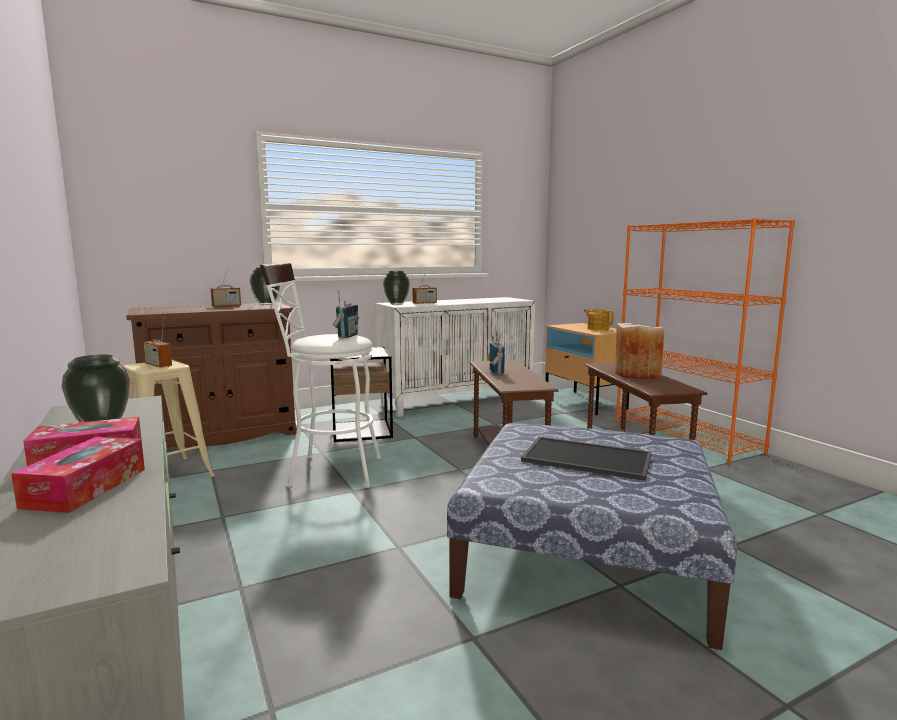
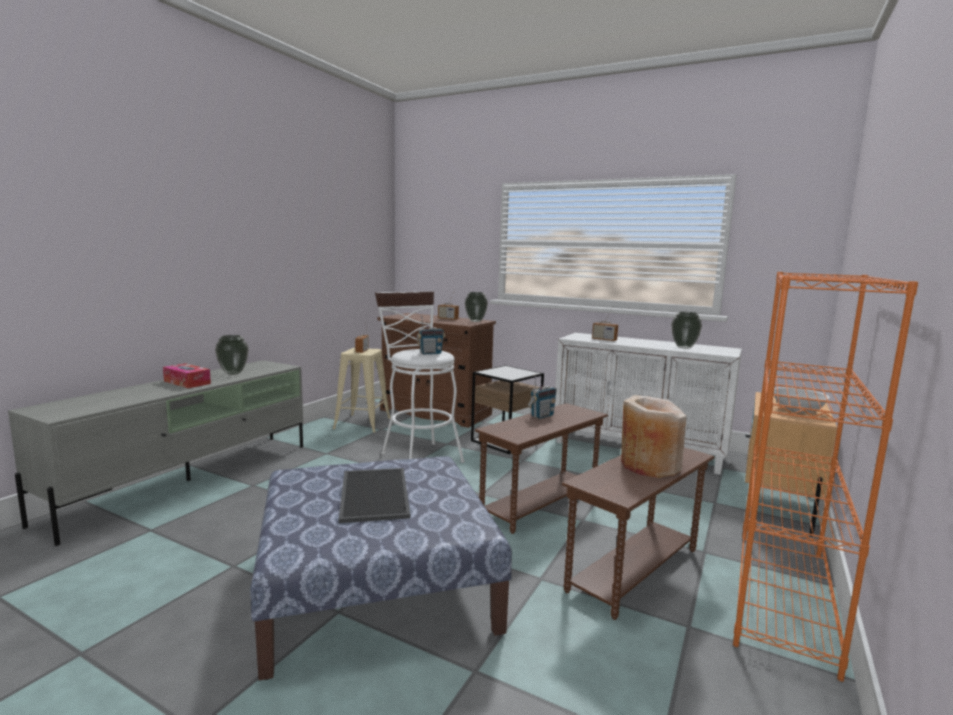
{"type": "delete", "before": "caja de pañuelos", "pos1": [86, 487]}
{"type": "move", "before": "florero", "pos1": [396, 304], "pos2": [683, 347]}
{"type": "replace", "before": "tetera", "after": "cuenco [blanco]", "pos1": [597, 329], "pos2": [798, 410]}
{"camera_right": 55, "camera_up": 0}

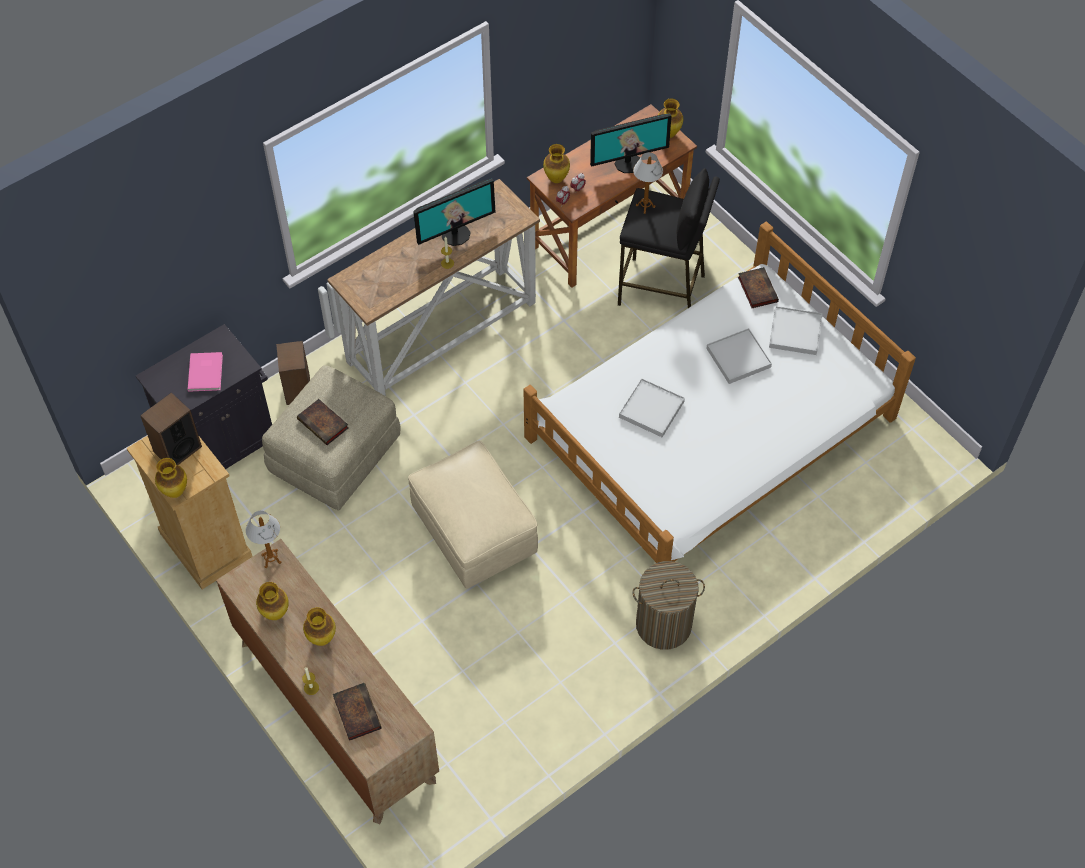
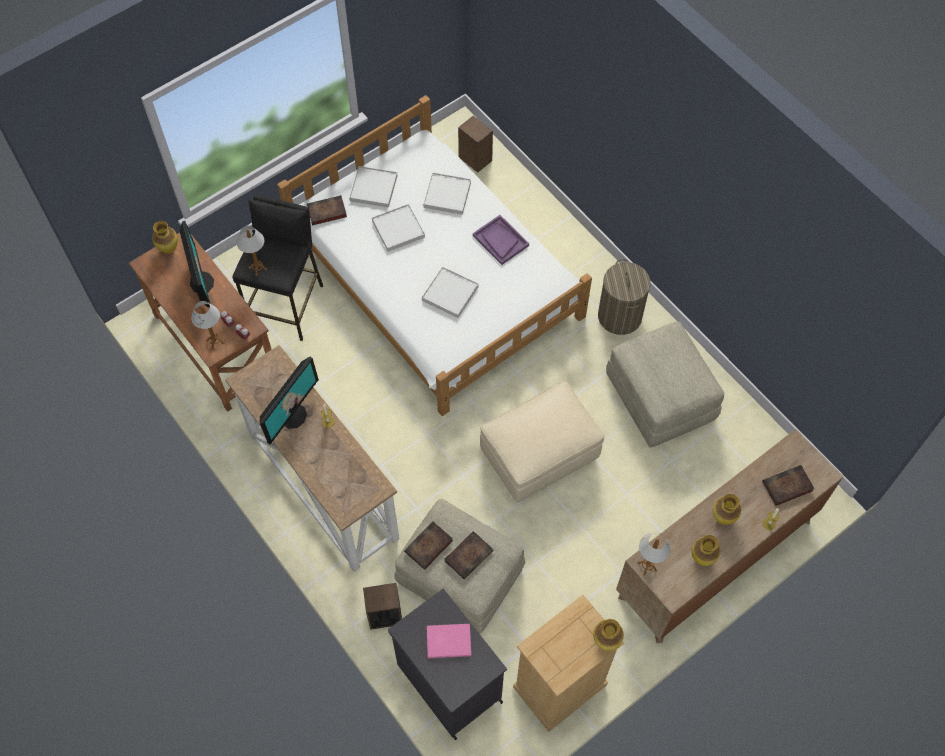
{"type": "insert", "after": "libro", "pos2": [428, 547]}
{"type": "insert", "after": "bandeja [blanco]", "pos2": [447, 195]}
{"type": "insert", "after": "bandeja [morado]", "pos2": [500, 240]}
{"type": "insert", "after": "puf [beis]", "pos2": [661, 397]}
{"type": "move", "before": "altavoz", "pos1": [177, 449], "pos2": [475, 159]}
{"type": "replace", "before": "florero", "after": "lámpara de mesa", "pos1": [556, 179], "pos2": [215, 342]}
{"type": "rotate", "before": "monitor", "pos1": [455, 234], "pos2": [293, 415], "turn": 60}
{"camera_right": -90, "camera_up": 5}

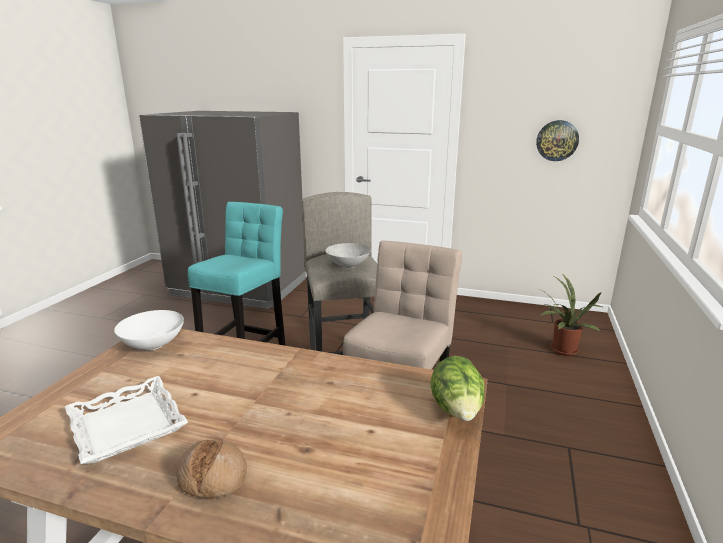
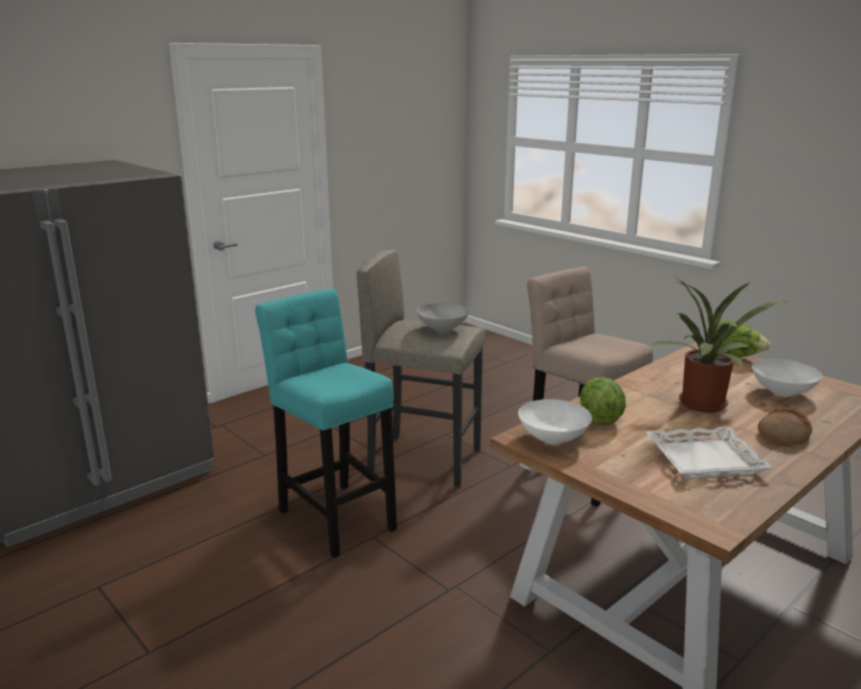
{"type": "delete", "before": "reloj de pared", "pos1": [557, 140]}
{"type": "insert", "after": "lechuga", "pos2": [599, 418]}
{"type": "insert", "after": "cuenco [blanco]", "pos2": [782, 392]}
{"type": "move", "before": "planta en maceta", "pos1": [561, 350], "pos2": [703, 406]}
{"camera_right": -60, "camera_up": 0}

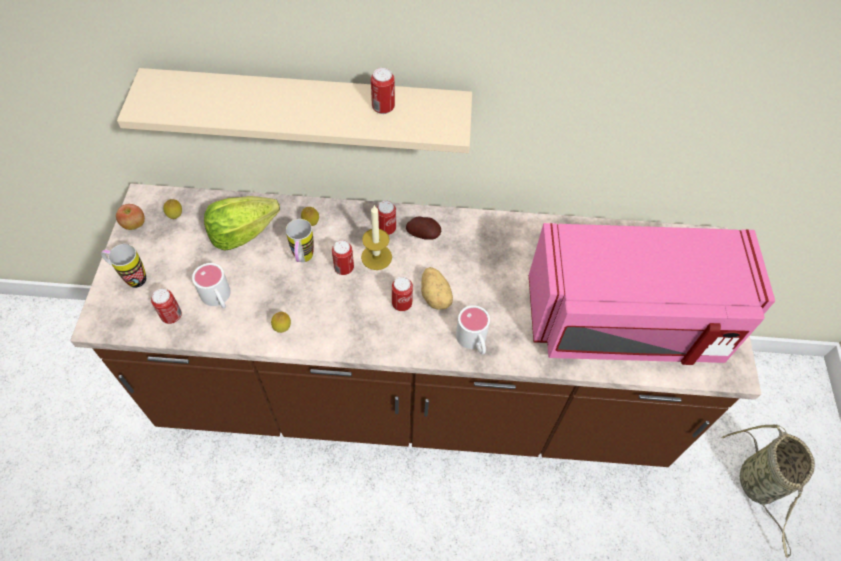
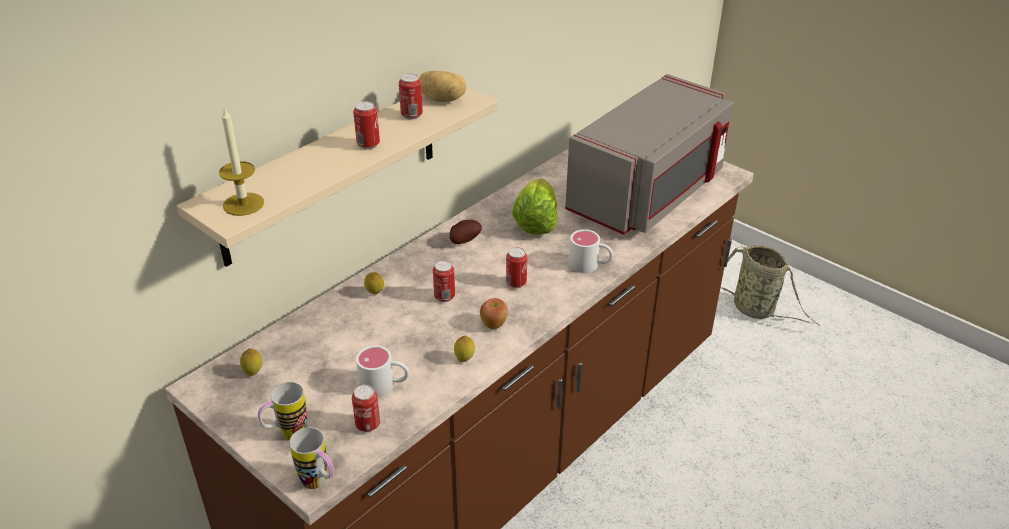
{"type": "move", "before": "manzana", "pos1": [134, 225], "pos2": [494, 324]}
{"type": "move", "before": "lechuga", "pos1": [242, 233], "pos2": [536, 222]}
{"type": "move", "before": "taza grande", "pos1": [303, 260], "pos2": [319, 484]}
{"type": "move", "before": "vela", "pos1": [376, 257], "pos2": [243, 204]}
{"type": "move", "before": "lata", "pos1": [386, 229], "pos2": [368, 145]}
{"type": "move", "before": "patata", "pos1": [436, 296], "pos2": [443, 99]}
{"type": "recolor", "before": "microondas [rosa]", "after": "microondas [gris]", "pos1": [627, 323], "pos2": [649, 193]}
{"camera_right": -50, "camera_up": -20}

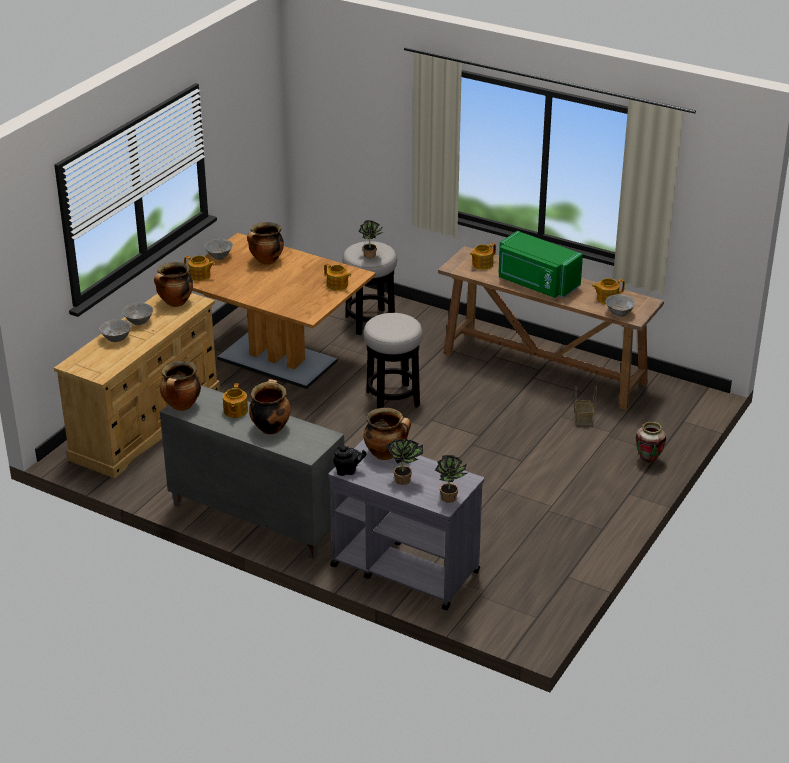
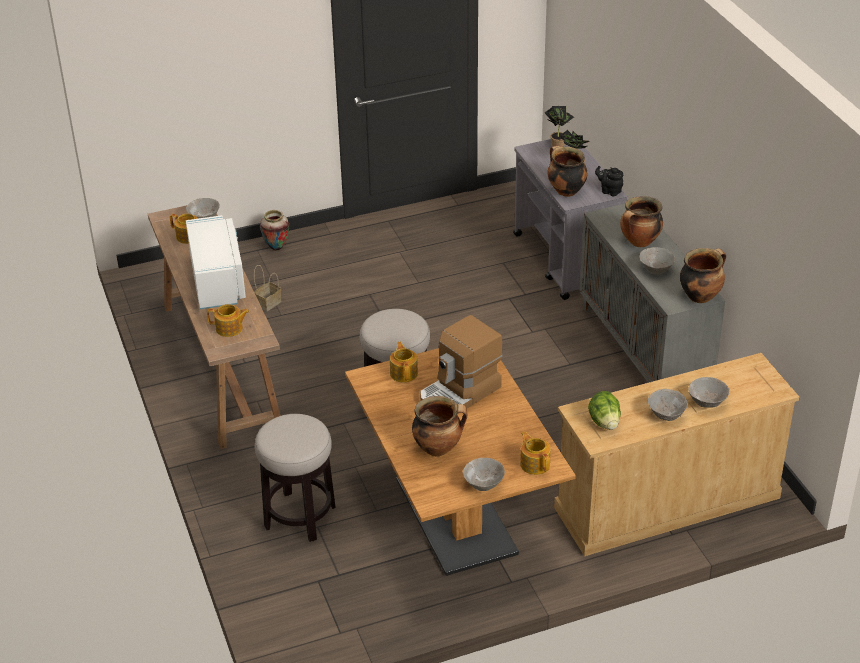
{"type": "delete", "before": "planta en maceta", "pos1": [371, 255]}
{"type": "insert", "after": "cafetera", "pos2": [460, 393]}
{"type": "replace", "before": "olla", "after": "lechuga", "pos1": [175, 303], "pos2": [604, 422]}
{"type": "replace", "before": "tetera", "after": "cuenco [gris]", "pos1": [235, 411], "pos2": [656, 270]}
{"type": "recolor", "before": "microondas [verde]", "after": "microondas [blanco]", "pos1": [536, 283], "pos2": [218, 281]}
{"camera_right": -140, "camera_up": 5}

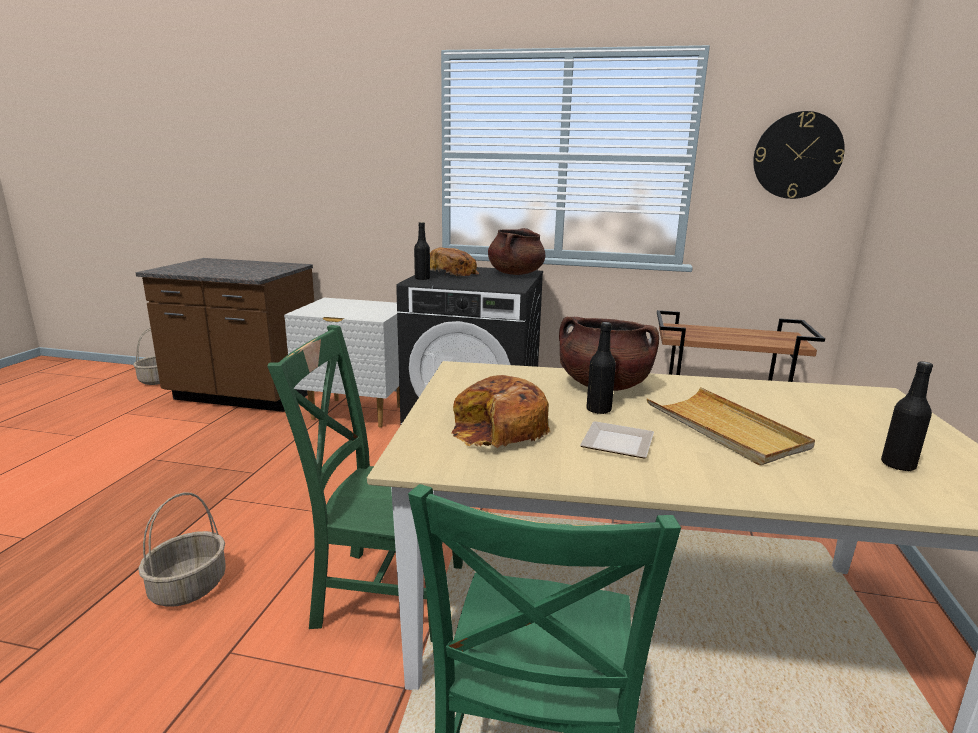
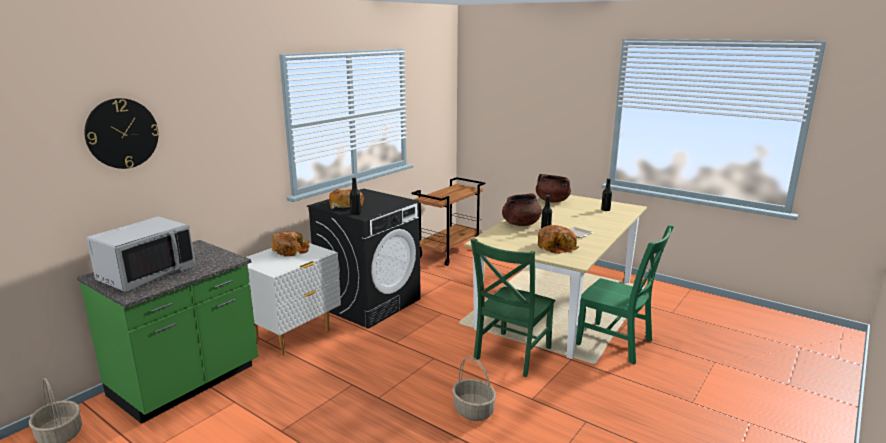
{"type": "delete", "before": "bandeja [beis]", "pos1": [725, 429]}
{"type": "insert", "after": "microondas [gris]", "pos2": [146, 274]}
{"type": "insert", "after": "pan", "pos2": [290, 250]}
{"type": "move", "before": "olla [marrón]", "pos1": [516, 274], "pos2": [552, 201]}
{"type": "move", "before": "reloj de pared", "pos1": [797, 155], "pos2": [122, 133]}
{"type": "recolor", "before": "mueble bajo de cocina [marrón]", "after": "mueble bajo de cocina [verde]", "pos1": [244, 395], "pos2": [186, 382]}
{"camera_right": -65, "camera_up": 0}

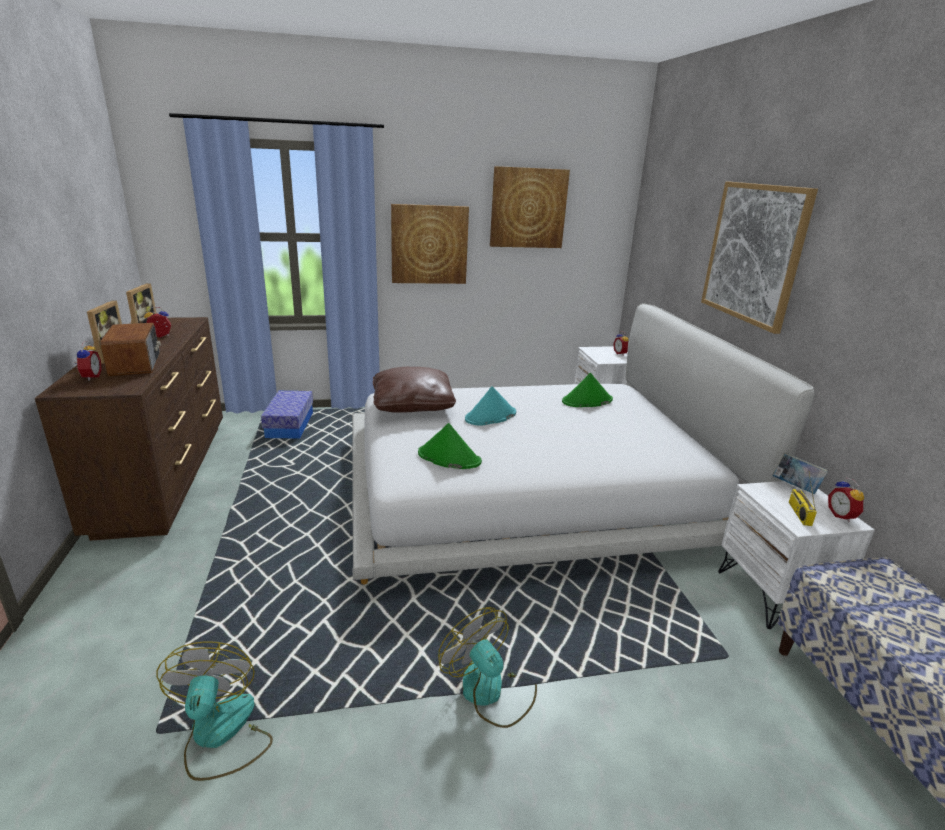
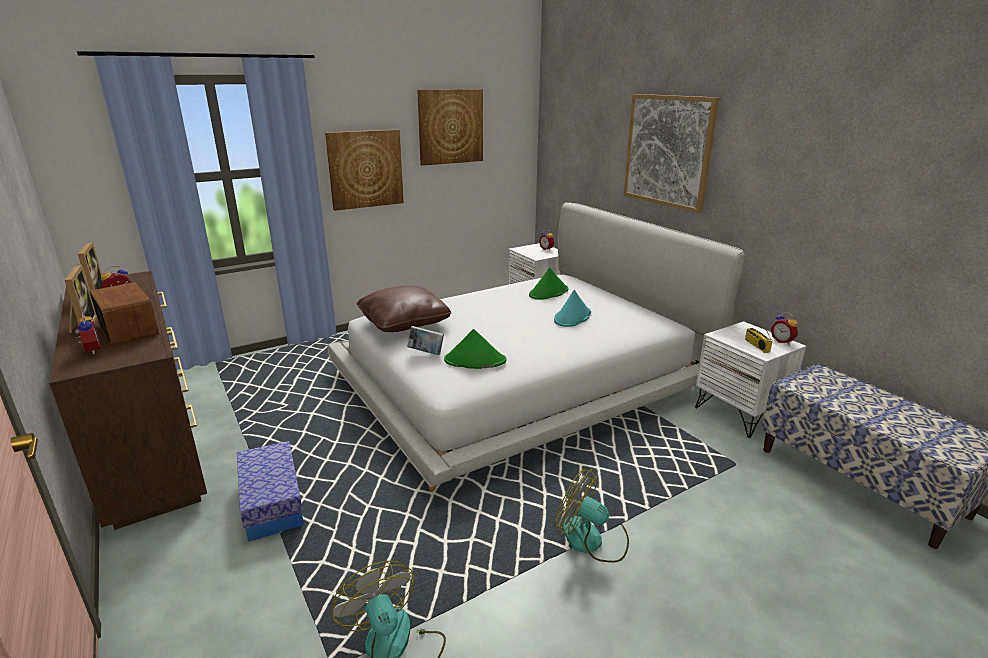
{"type": "move", "before": "caja de almacenaje", "pos1": [290, 425], "pos2": [272, 502]}
{"type": "move", "before": "sombrero [turquesa]", "pos1": [490, 416], "pos2": [572, 317]}
{"type": "move", "before": "libro", "pos1": [795, 487], "pos2": [426, 353]}
{"camera_right": -20, "camera_up": 0}

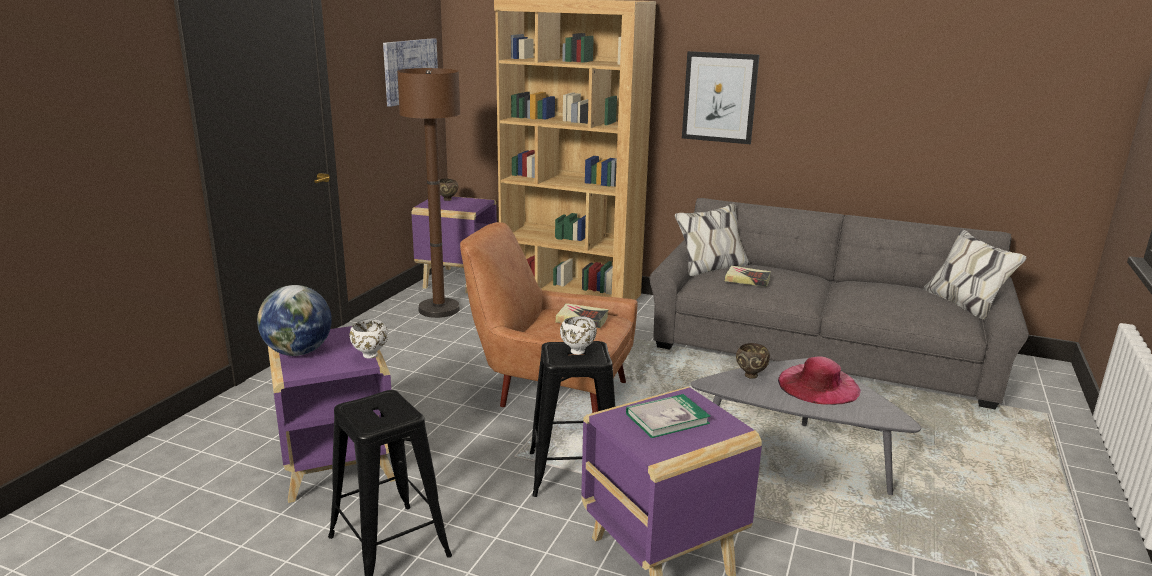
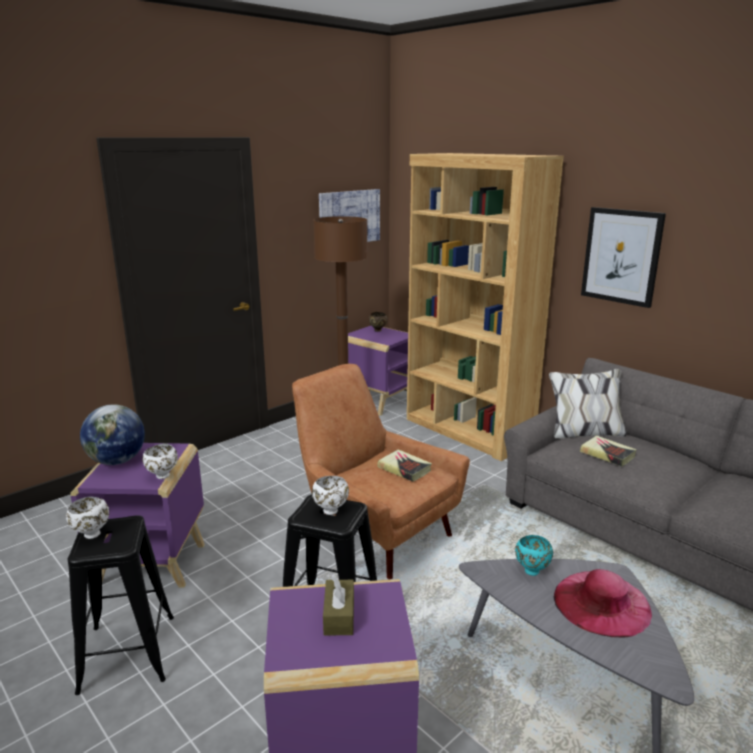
{"type": "insert", "after": "cuenco [blanco]", "pos2": [91, 534]}
{"type": "replace", "before": "libro", "after": "caja de pañuelos [marrón]", "pos1": [667, 418], "pos2": [339, 616]}
{"type": "recolor", "before": "cuenco [marrón]", "after": "cuenco [turquesa]", "pos1": [750, 375], "pos2": [532, 570]}
{"camera_right": 25, "camera_up": 0}

